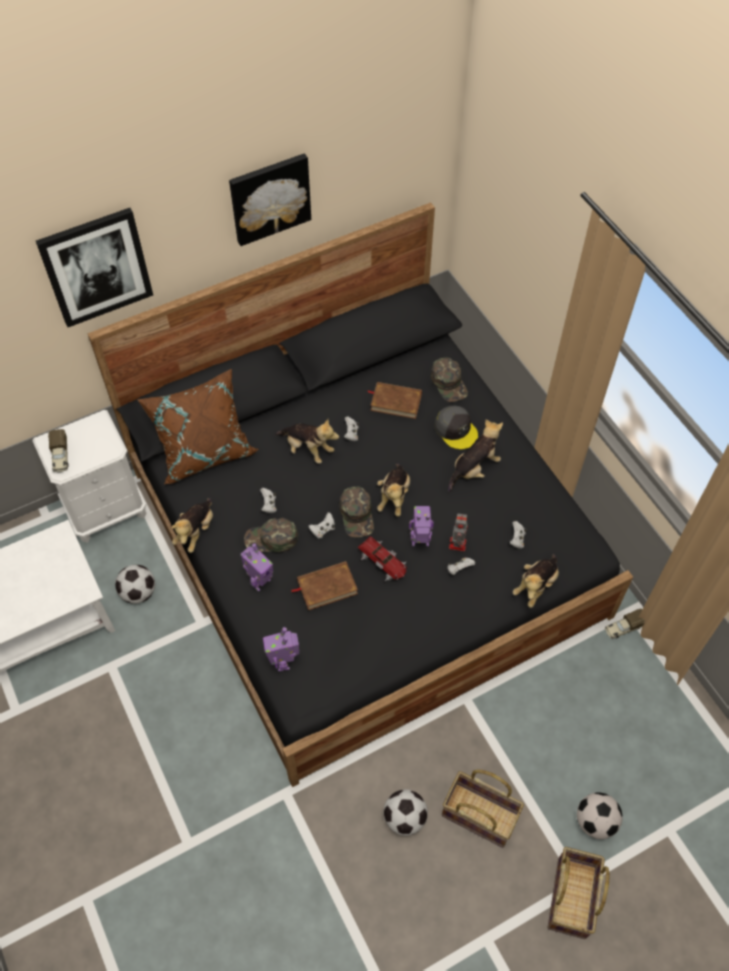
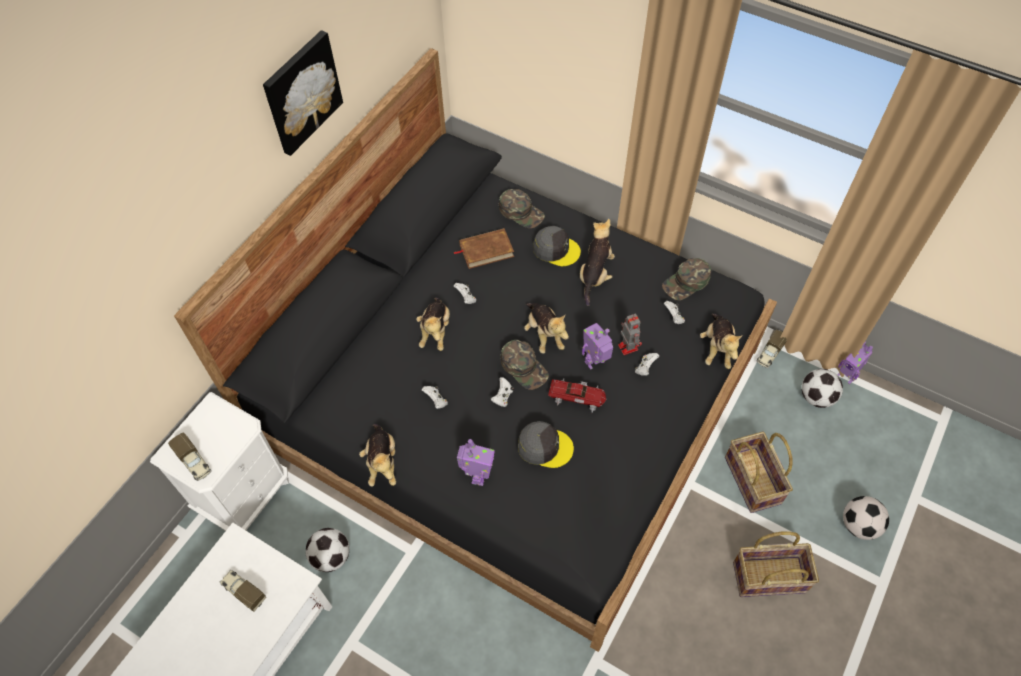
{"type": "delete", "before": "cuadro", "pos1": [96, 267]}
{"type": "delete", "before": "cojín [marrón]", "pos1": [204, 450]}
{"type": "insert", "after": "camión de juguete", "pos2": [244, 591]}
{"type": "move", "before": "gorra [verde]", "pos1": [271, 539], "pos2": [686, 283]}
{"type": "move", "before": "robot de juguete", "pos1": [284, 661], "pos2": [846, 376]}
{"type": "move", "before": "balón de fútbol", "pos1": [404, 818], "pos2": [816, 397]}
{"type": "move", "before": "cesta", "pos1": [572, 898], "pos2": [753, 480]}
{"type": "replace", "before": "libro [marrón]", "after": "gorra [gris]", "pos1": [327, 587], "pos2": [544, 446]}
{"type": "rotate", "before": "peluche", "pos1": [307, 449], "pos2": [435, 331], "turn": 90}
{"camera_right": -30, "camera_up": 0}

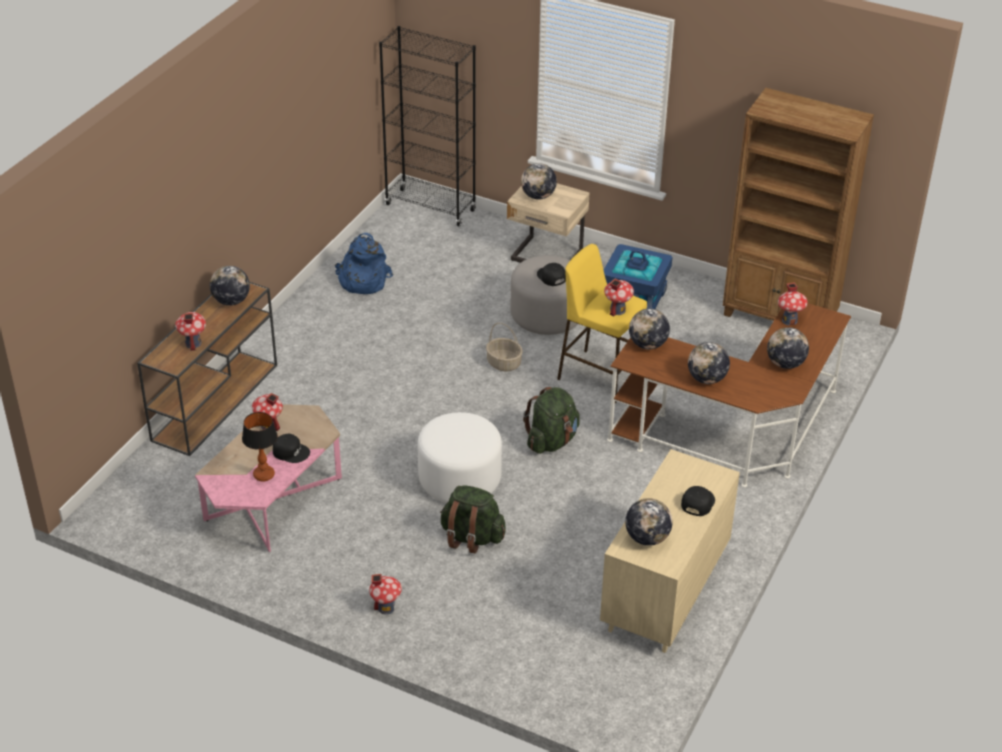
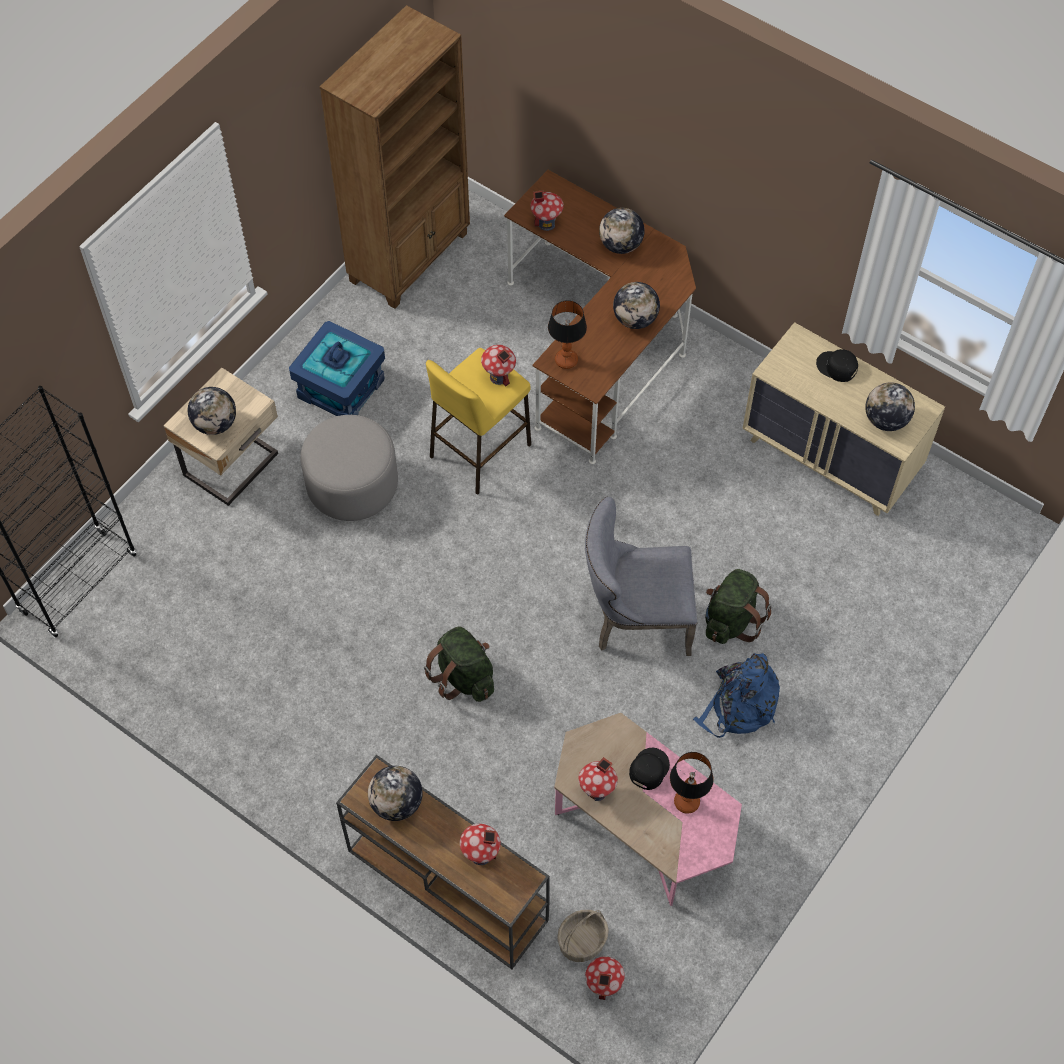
{"type": "delete", "before": "gorra [negro]", "pos1": [551, 277]}
{"type": "move", "before": "mochila [azul]", "pos1": [362, 280], "pos2": [738, 706]}
{"type": "move", "before": "casita", "pos1": [386, 607], "pos2": [603, 985]}
{"type": "move", "before": "cesta", "pos1": [503, 363], "pos2": [582, 942]}
{"type": "move", "before": "mochila [verde]", "pos1": [552, 441], "pos2": [463, 676]}
{"type": "replace", "before": "puf [blanco]", "after": "silla [gris]", "pos1": [460, 479], "pos2": [635, 619]}
{"type": "replace", "before": "globo terráqueo", "after": "lámpara de mesa", "pos1": [648, 345], "pos2": [566, 361]}
{"camera_right": -80, "camera_up": 20}

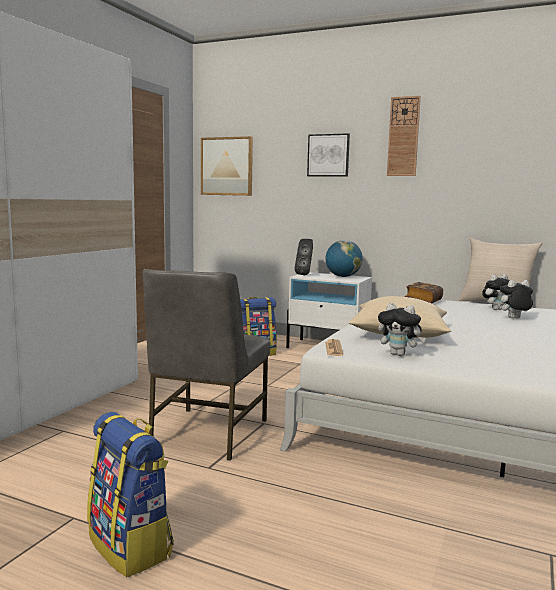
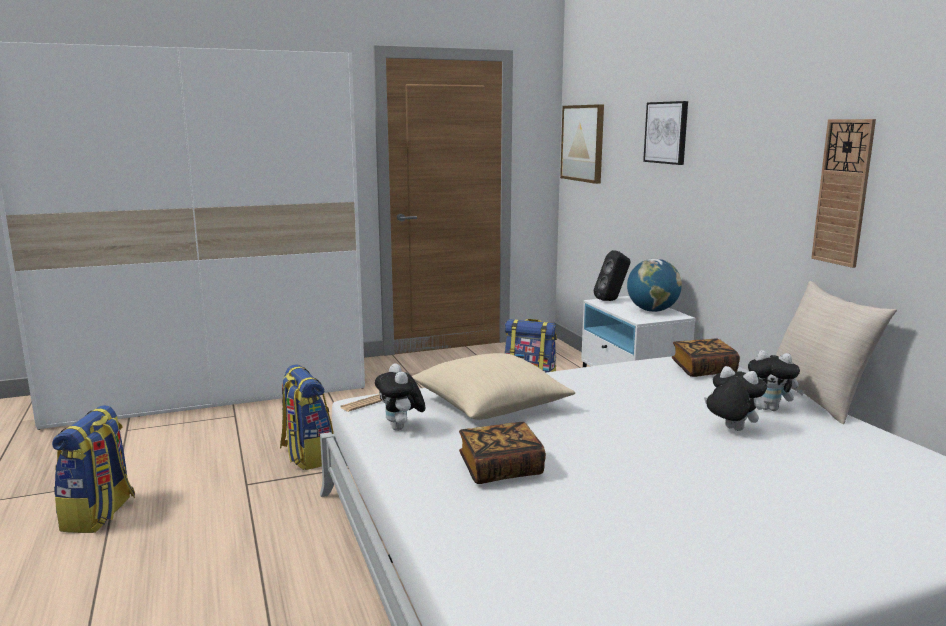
{"type": "insert", "after": "libro", "pos2": [500, 469]}
{"type": "move", "before": "reloj de pared", "pos1": [403, 136], "pos2": [843, 192]}
{"type": "replace", "before": "silla [gris]", "after": "mochila", "pos1": [207, 433], "pos2": [307, 456]}
{"camera_right": 45, "camera_up": 5}

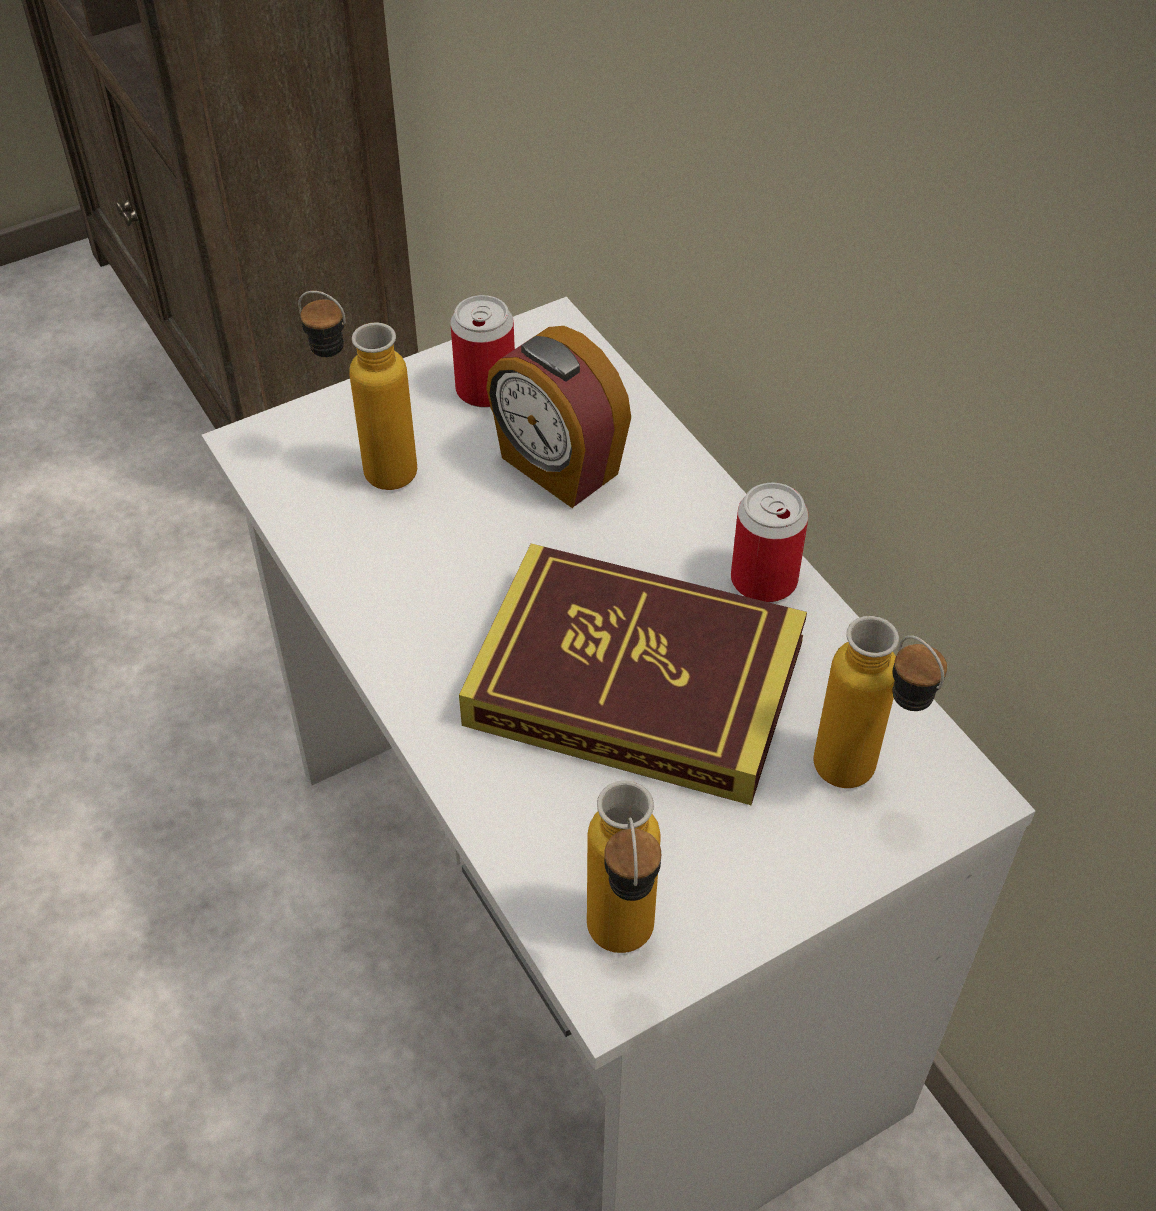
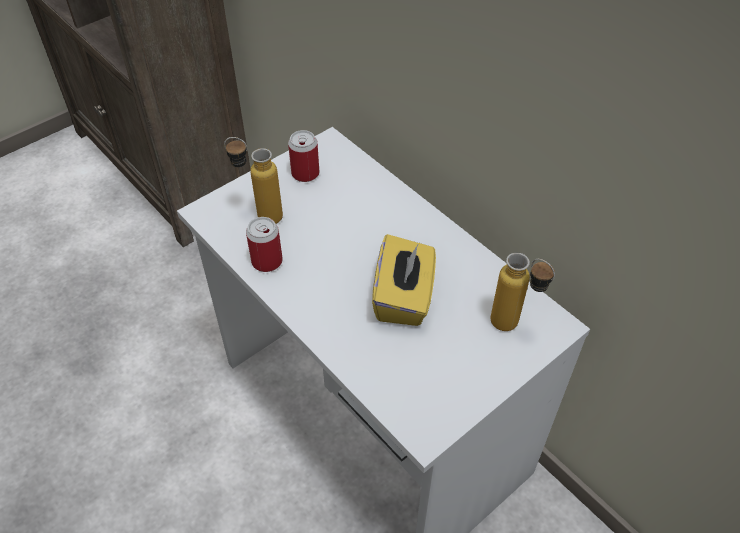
{"type": "delete", "before": "despertador", "pos1": [557, 467]}
{"type": "delete", "before": "botella", "pos1": [623, 951]}
{"type": "move", "before": "lata", "pos1": [764, 580], "pos2": [267, 261]}
{"type": "replace", "before": "libro", "after": "caja de pañuelos [amarillo]", "pos1": [635, 683], "pos2": [404, 298]}
{"camera_right": -10, "camera_up": 0}

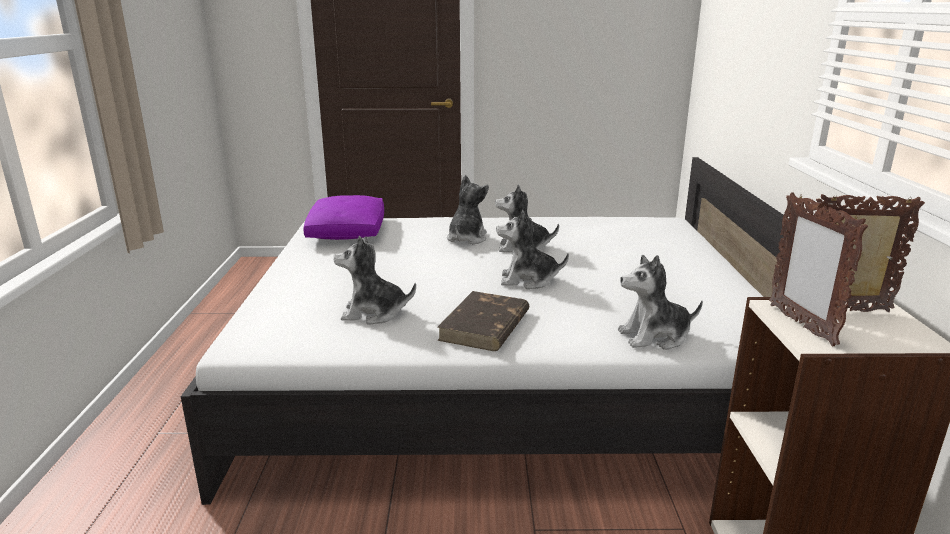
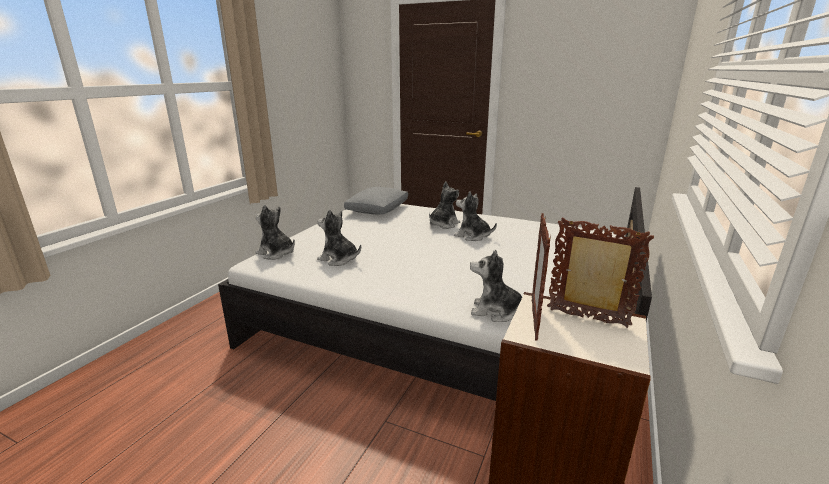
{"type": "delete", "before": "libro [marrón]", "pos1": [484, 326]}
{"type": "move", "before": "peluche", "pos1": [528, 280], "pos2": [276, 253]}
{"type": "recolor", "before": "cojín [morado]", "after": "cojín [gris]", "pos1": [347, 232], "pos2": [377, 210]}
{"camera_right": 25, "camera_up": 0}

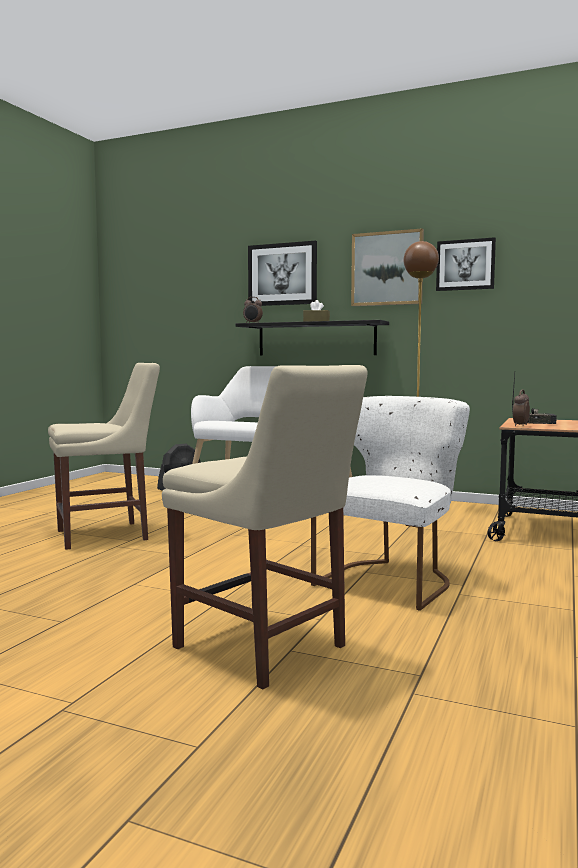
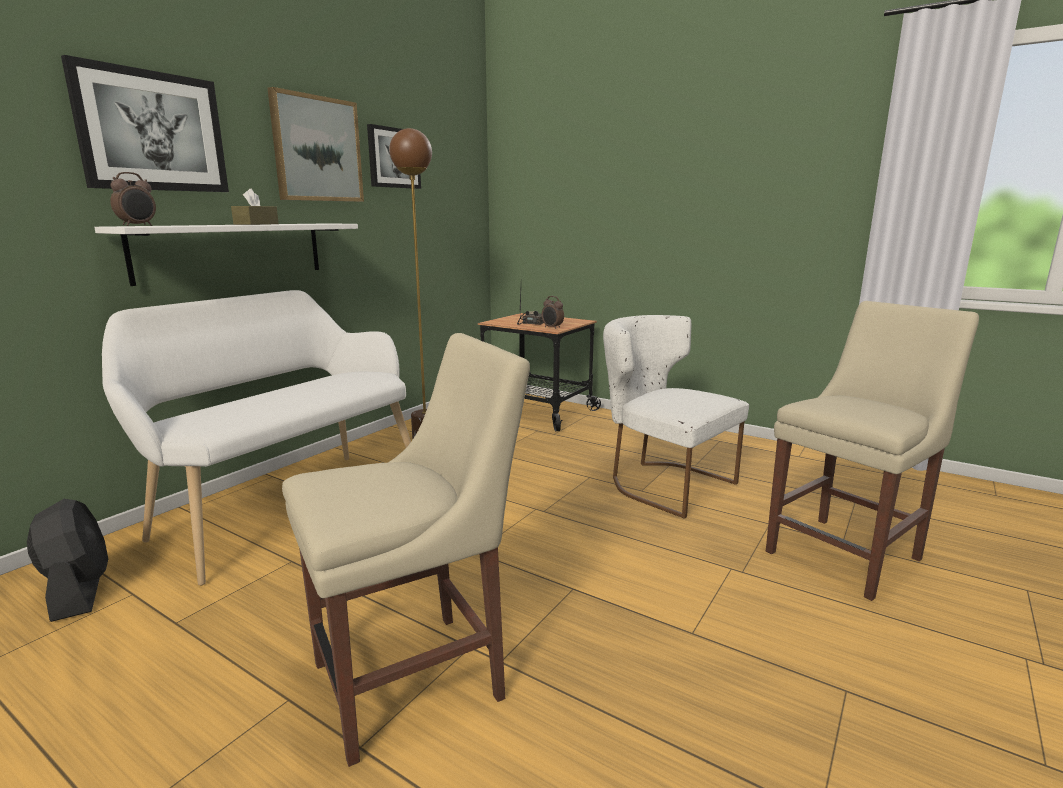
{"type": "recolor", "before": "estante [negro]", "after": "estante [blanco]", "pos1": [316, 339], "pos2": [232, 251]}
{"type": "rotate", "before": "silla [beis]", "pos1": [107, 534], "pos2": [418, 677], "turn": 75}
{"camera_right": -80, "camera_up": 10}

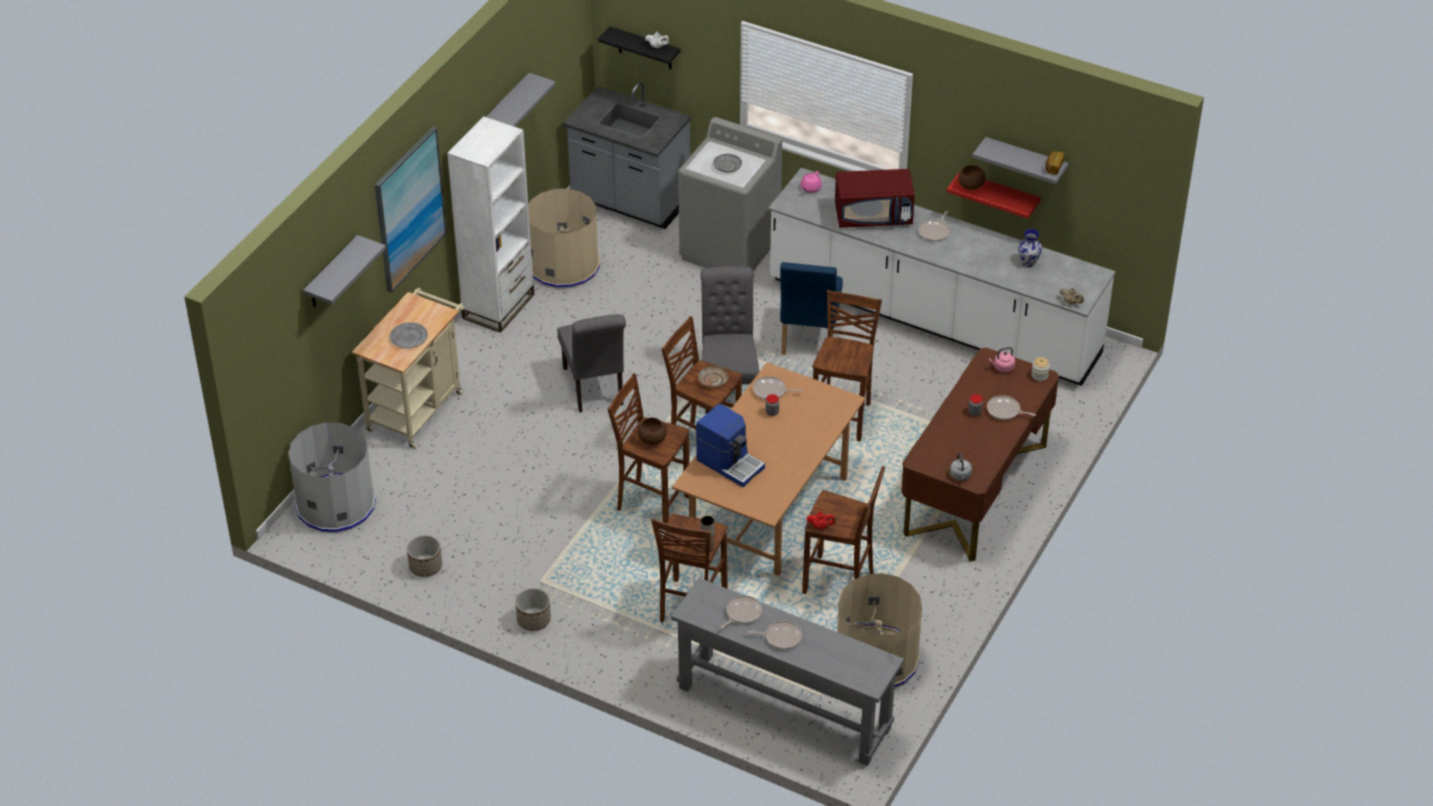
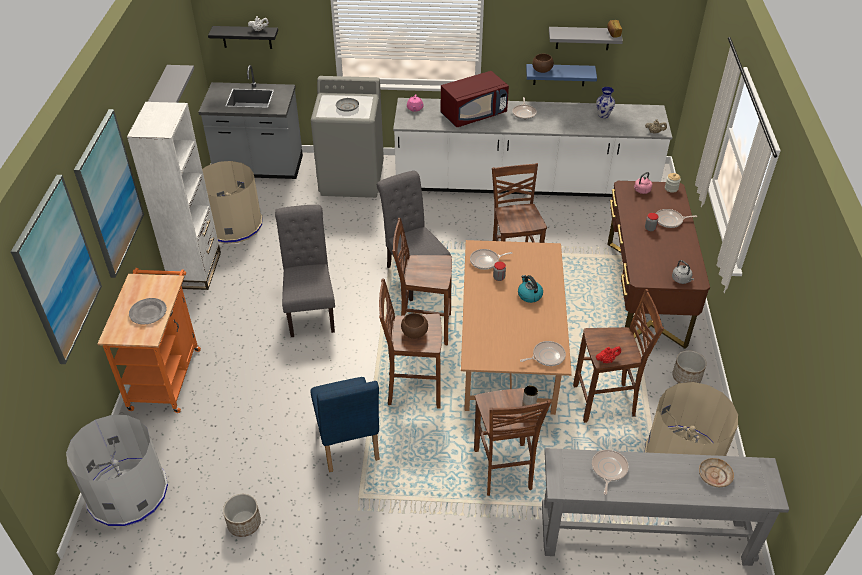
{"type": "delete", "before": "cafetera", "pos1": [730, 463]}
{"type": "insert", "after": "hervidor", "pos2": [529, 295]}
{"type": "move", "before": "maceta", "pos1": [533, 620], "pos2": [686, 377]}
{"type": "move", "before": "plato [beis]", "pos1": [713, 380], "pos2": [714, 476]}
{"type": "move", "before": "sartén", "pos1": [781, 637], "pos2": [546, 356]}
{"type": "move", "before": "silla [azul]", "pos1": [808, 340], "pos2": [348, 446]}
{"type": "replace", "before": "estante [gris]", "after": "cuadro", "pos1": [332, 274], "pos2": [58, 270]}
{"type": "recolor", "before": "carrito [beis]", "after": "carrito [naranja]", "pos1": [418, 408], "pos2": [166, 374]}
{"type": "recolor", "before": "estante [rojo]", "after": "estante [azul]", "pos1": [998, 195], "pos2": [559, 75]}
{"type": "rotate", "before": "silla [gris]", "pos1": [595, 389], "pos2": [310, 310], "turn": -150}
{"camera_right": -25, "camera_up": 0}

